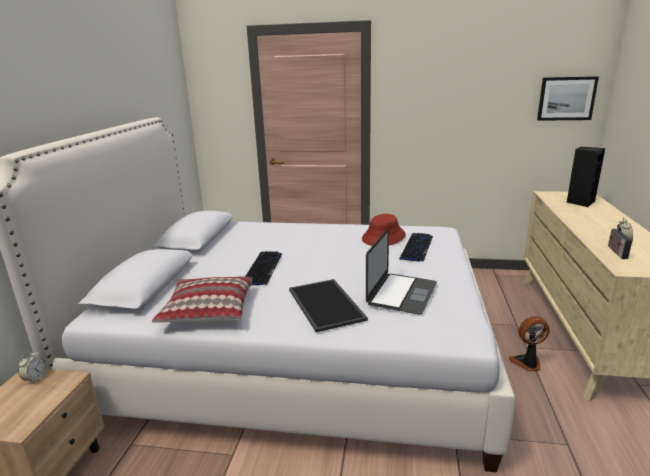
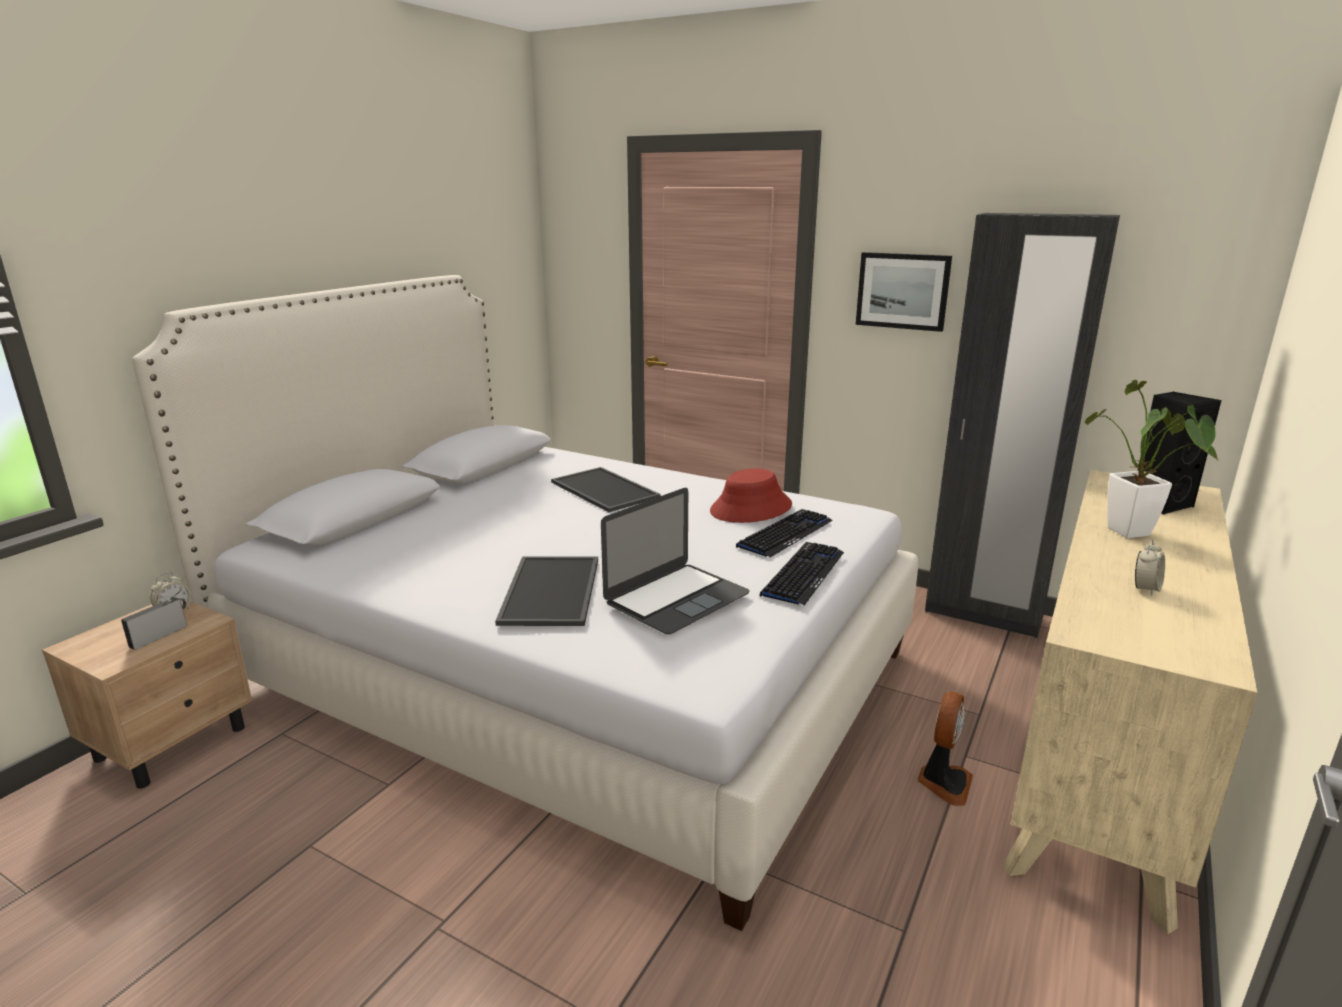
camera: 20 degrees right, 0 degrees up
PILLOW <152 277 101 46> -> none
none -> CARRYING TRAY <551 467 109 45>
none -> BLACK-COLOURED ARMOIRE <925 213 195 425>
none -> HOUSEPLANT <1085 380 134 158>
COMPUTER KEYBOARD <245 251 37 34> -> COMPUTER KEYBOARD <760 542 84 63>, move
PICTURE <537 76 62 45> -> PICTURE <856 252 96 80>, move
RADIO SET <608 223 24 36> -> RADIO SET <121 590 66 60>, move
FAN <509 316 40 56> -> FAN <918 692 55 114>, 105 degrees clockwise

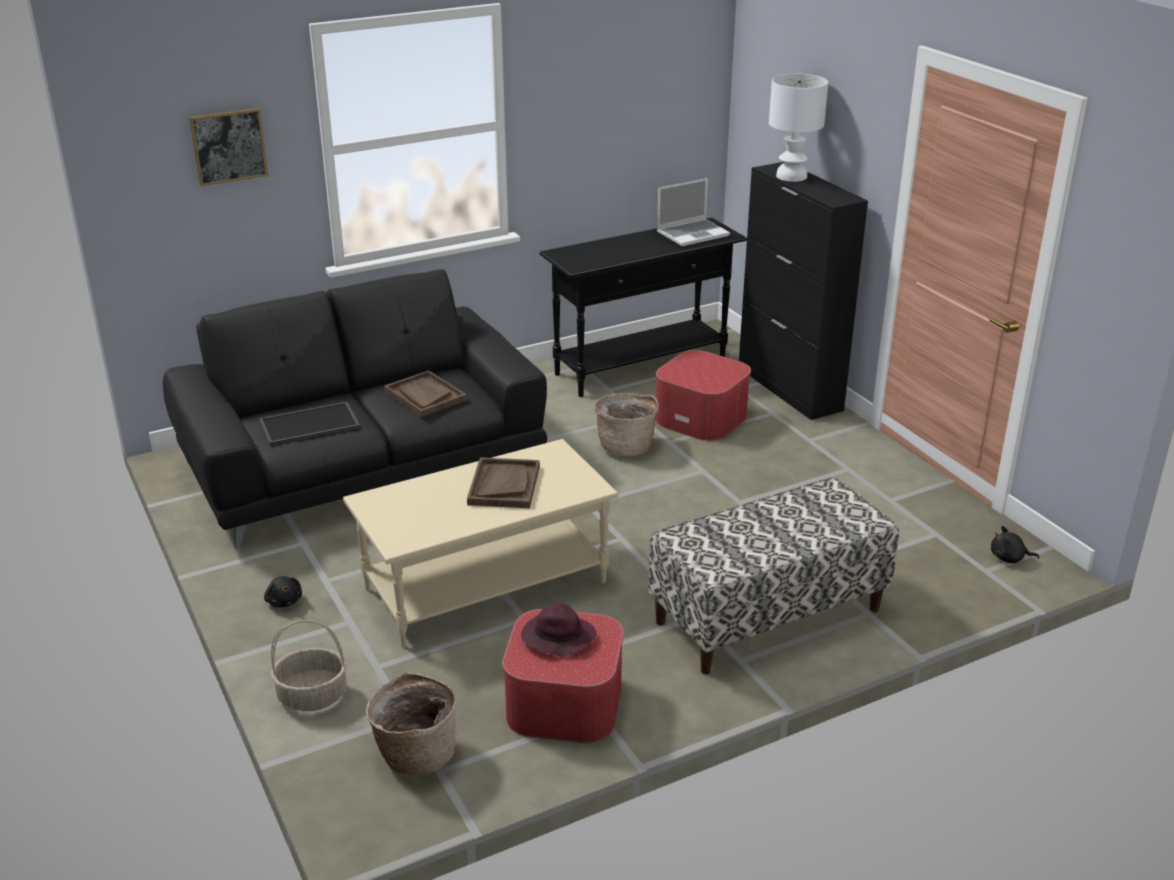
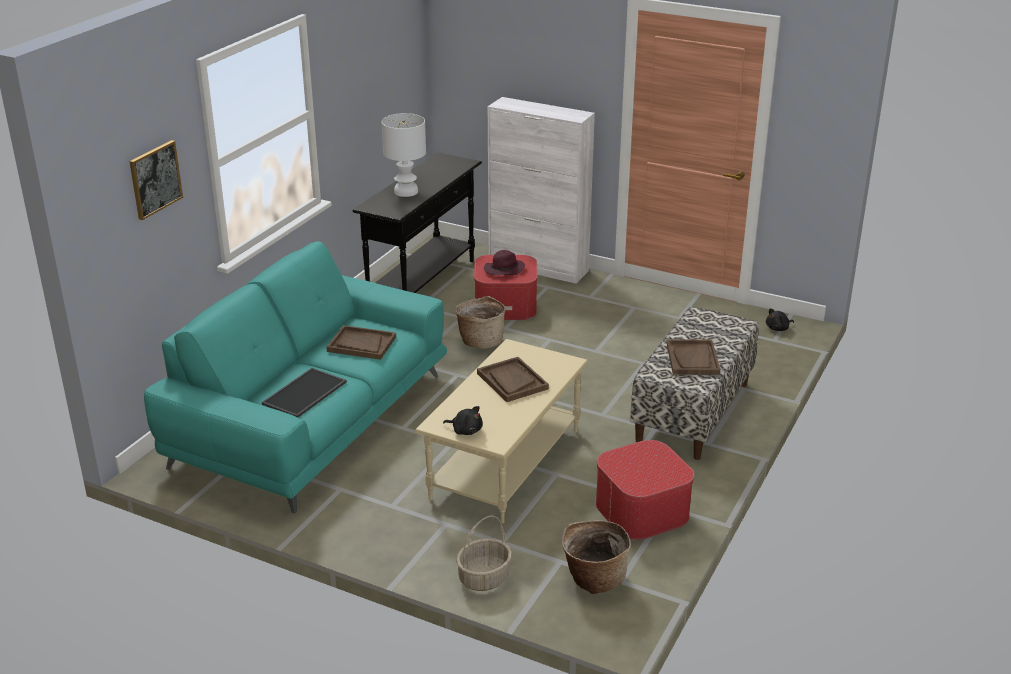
camera: 35 degrees left, 0 degrees up
LAPTOP <657 178 73 68> -> none
none -> BROWN CARRYING TRAY <667 339 53 36>
BLACK-COLOURED PLUSH TOY <264 576 38 32> -> BLACK-COLOURED PLUSH TOY <443 406 40 29>, move
PURPLE CLOTHING HAT <521 603 75 53> -> PURPLE CLOTHING HAT <484 250 41 25>, move
WHITE-COLOURED TABLE LAMP <769 74 59 108> -> WHITE-COLOURED TABLE LAMP <382 113 44 84>, move
BLACK-COLOURED COUCH <163 269 384 280> -> BLUE-GREEN COUCH <144 241 303 273>
BLACK-COLOURED CABINET <739 162 129 258> -> WHITE-COLOURED CABINET <488 97 107 187>

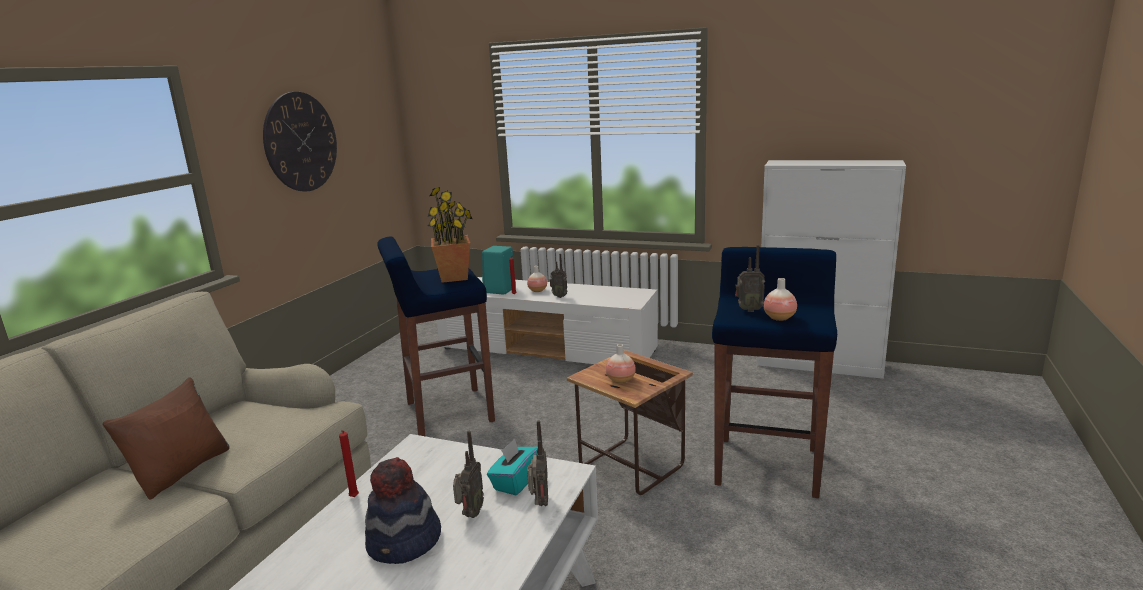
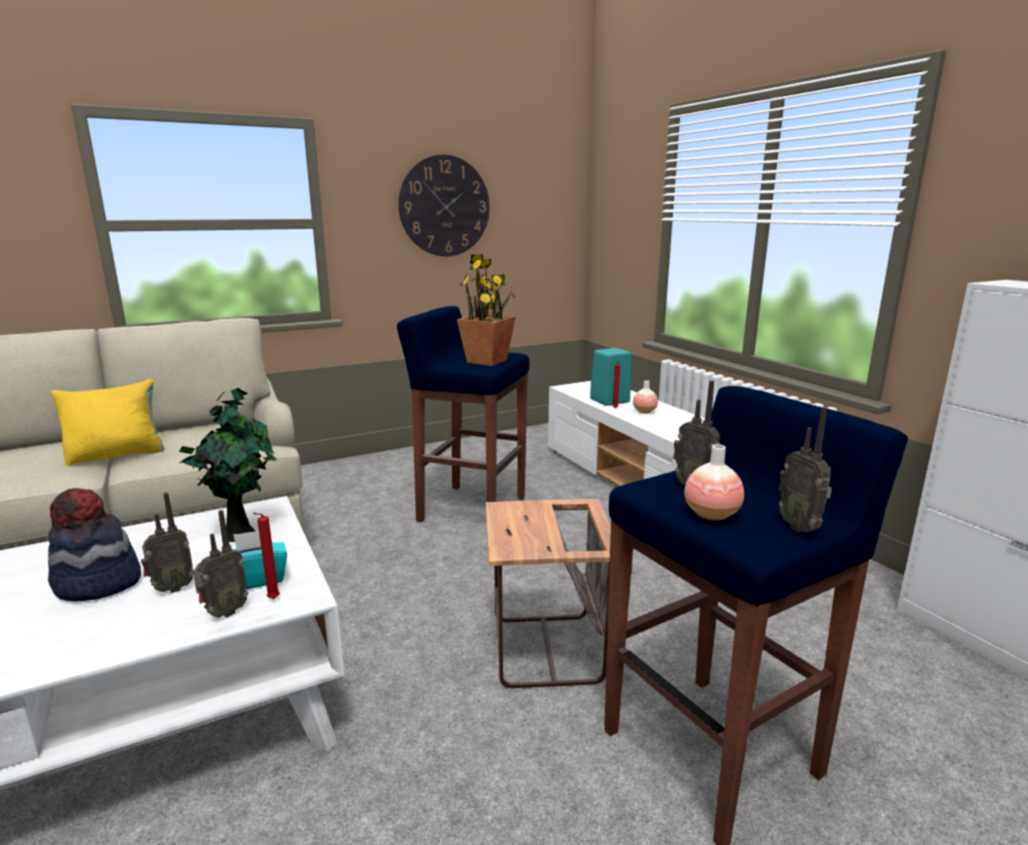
camera: 40 degrees right, 0 degrees up
FLOWER VASE <606 344 30 39> -> none
none -> HOUSEPLANT <179 388 99 154>
RED WAX CANDLE <339 430 20 67> -> RED WAX CANDLE <253 513 27 86>, move
RADIO SET <549 254 19 44> -> RADIO SET <778 407 54 126>, move
BROWN PILLOW <103 377 127 122> -> YELLOW PILLOW <51 379 113 87>

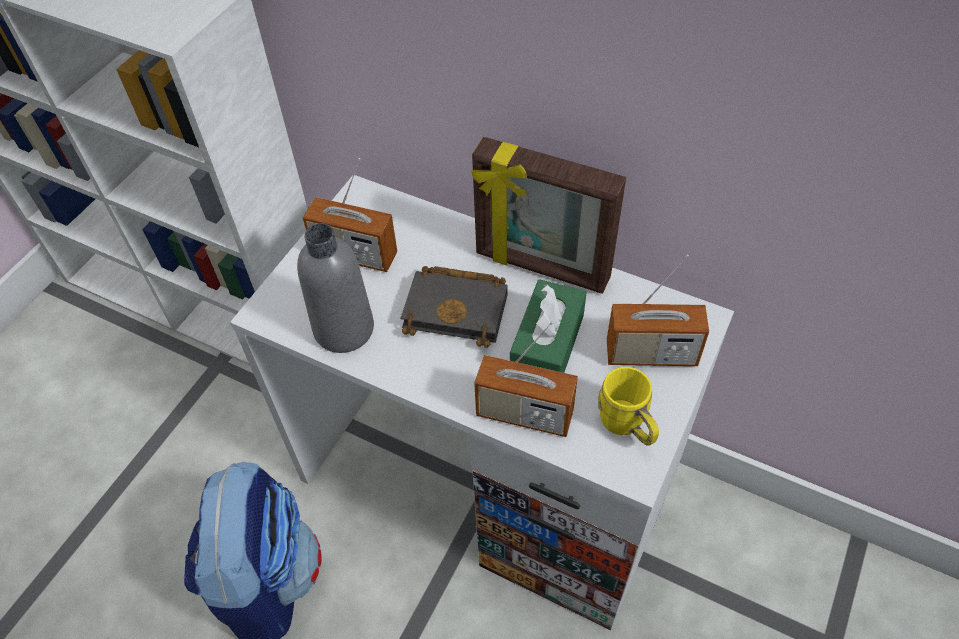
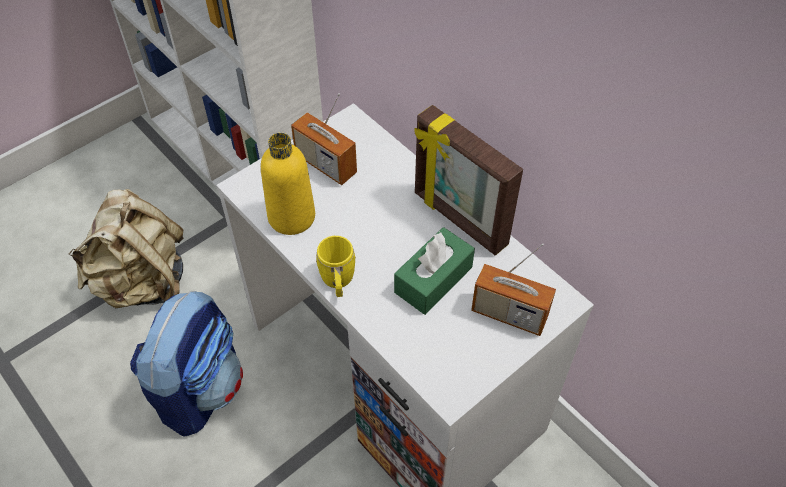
camera: 20 degrees right, 0 degrees up
BLACK-COLOURED VOLUME <400 266 108 82> -> none
RADIO SET <474 321 104 116> -> none
none -> SAND-COLOURED RUCKSACK <69 189 114 119>
YELLOW MUG <598 367 61 79> -> YELLOW MUG <316 236 40 61>, move
GRAY BOTTLE <297 223 77 130> -> YELLOW BOTTLE <261 133 54 102>

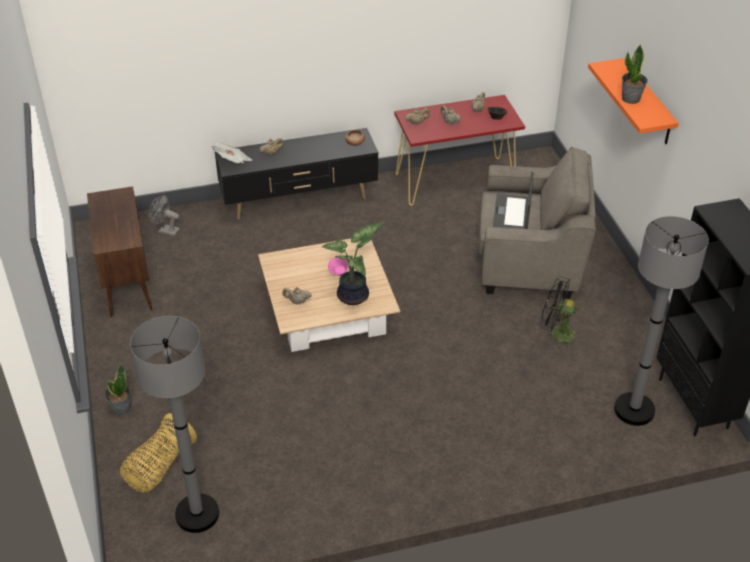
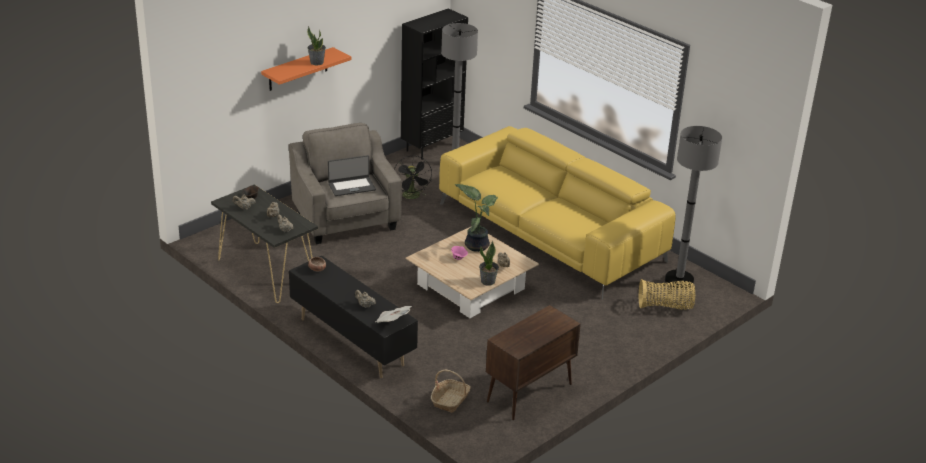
camera: 120 degrees left, 10 degrees down
none -> YELLOW COUCH <439 126 237 173>
HOUSEPLANT <105 363 26 52> -> HOUSEPLANT <479 241 20 45>, move
GRAY FAN <149 194 31 42> -> BASKET <431 369 40 44>
RED CONSOLE TABLE <395 95 130 111> -> BLACK-COLOURED CONSOLE TABLE <211 184 107 119>

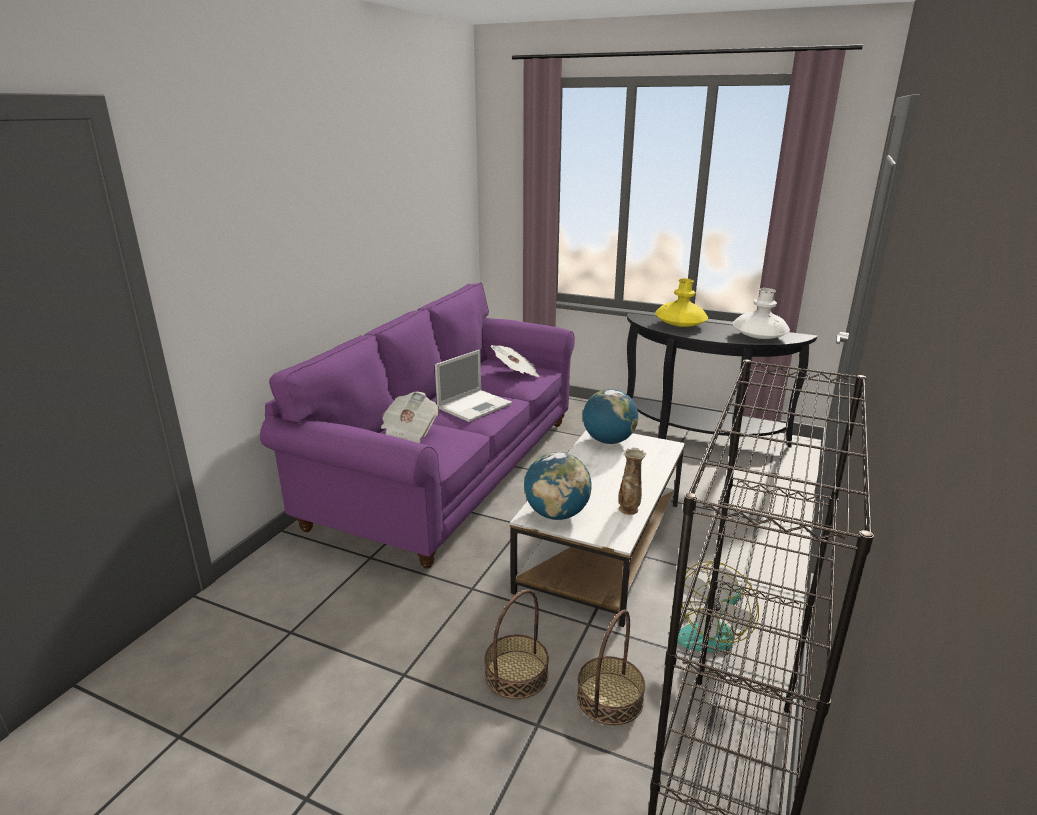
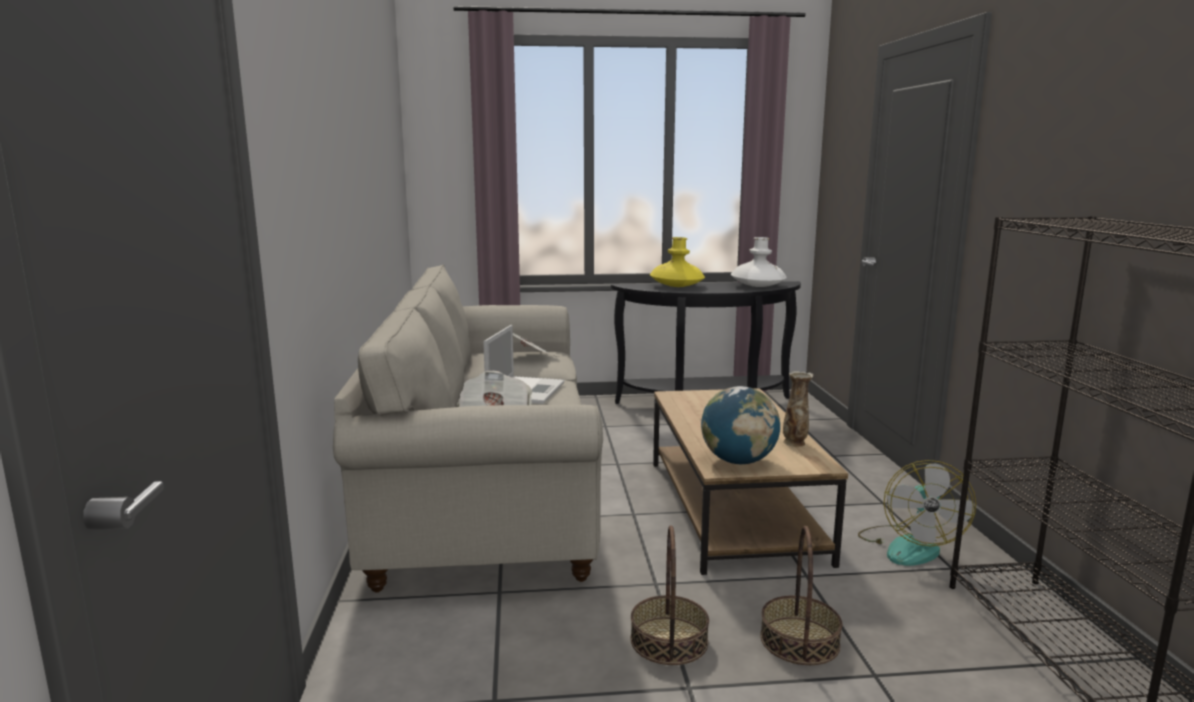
camera: 30 degrees left, 10 degrees down
WORLD GLOBE <583 389 55 55> -> none
BASKET <577 610 68 116> -> BASKET <631 525 78 140>, move
PURPLE COUCH <260 282 315 287> -> SAND-COLOURED COUCH <333 264 270 329>
WHITE-COLOURED LOUNGE TABLE <510 430 175 197> -> BROWN LOUNGE TABLE <653 388 195 187>

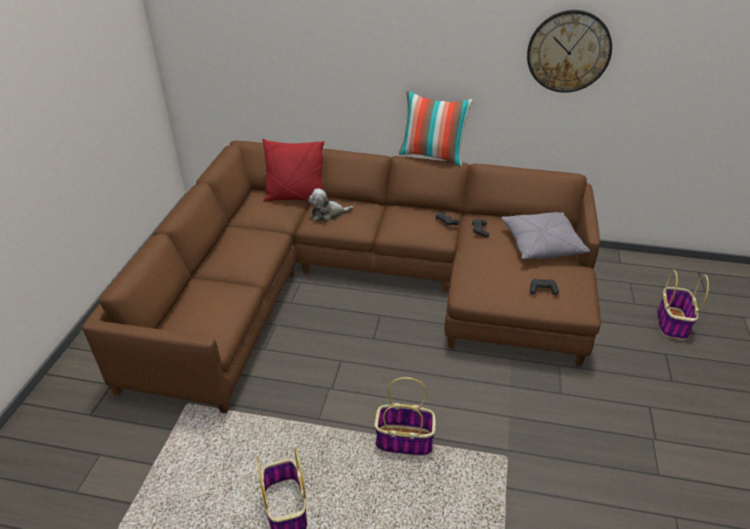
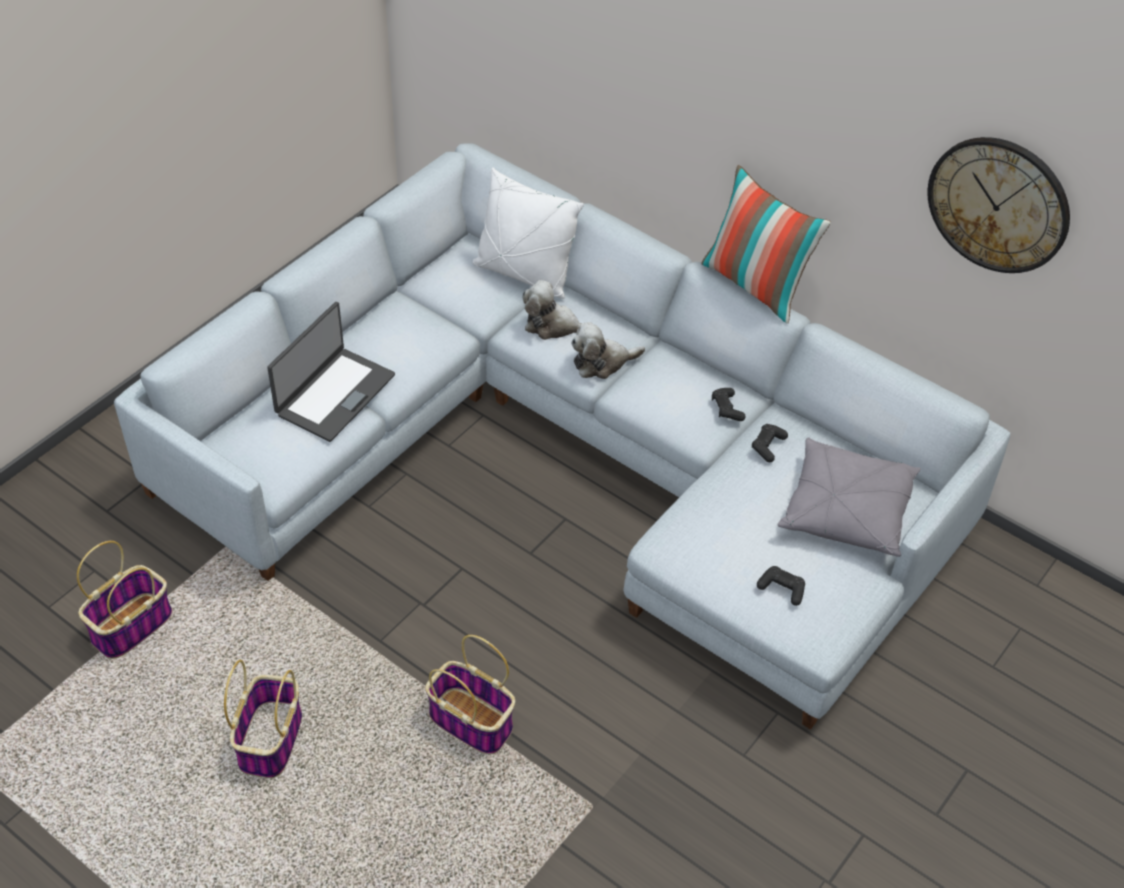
camera: 25 degrees right, 10 degrees up
none -> LAPTOP <267 302 128 140>
none -> PLUSH TOY <571 322 74 57>
BASKET <657 270 52 70> -> BASKET <77 541 95 118>, move
BROWN COUCH <83 141 518 272> -> GRAY COUCH <114 143 896 587>
RED PILLOW <262 139 62 63> -> WHITE-COLOURED PILLOW <472 168 112 131>

